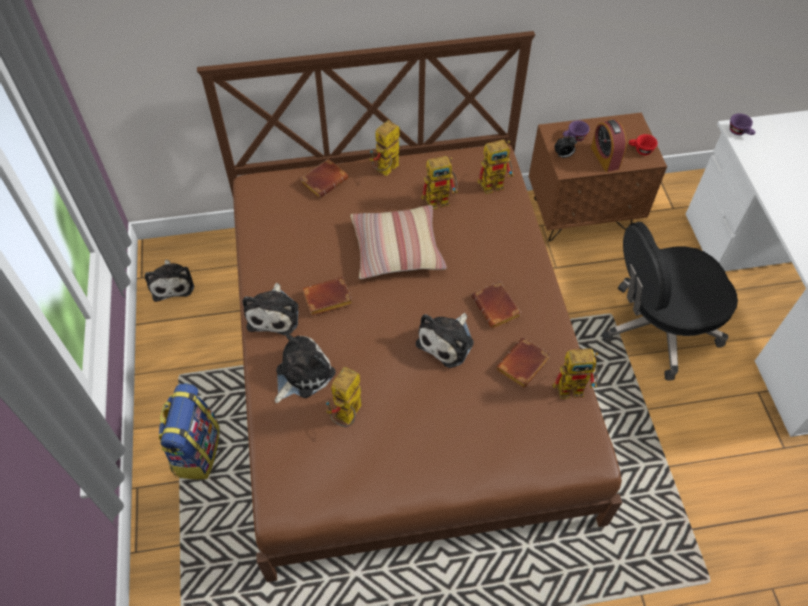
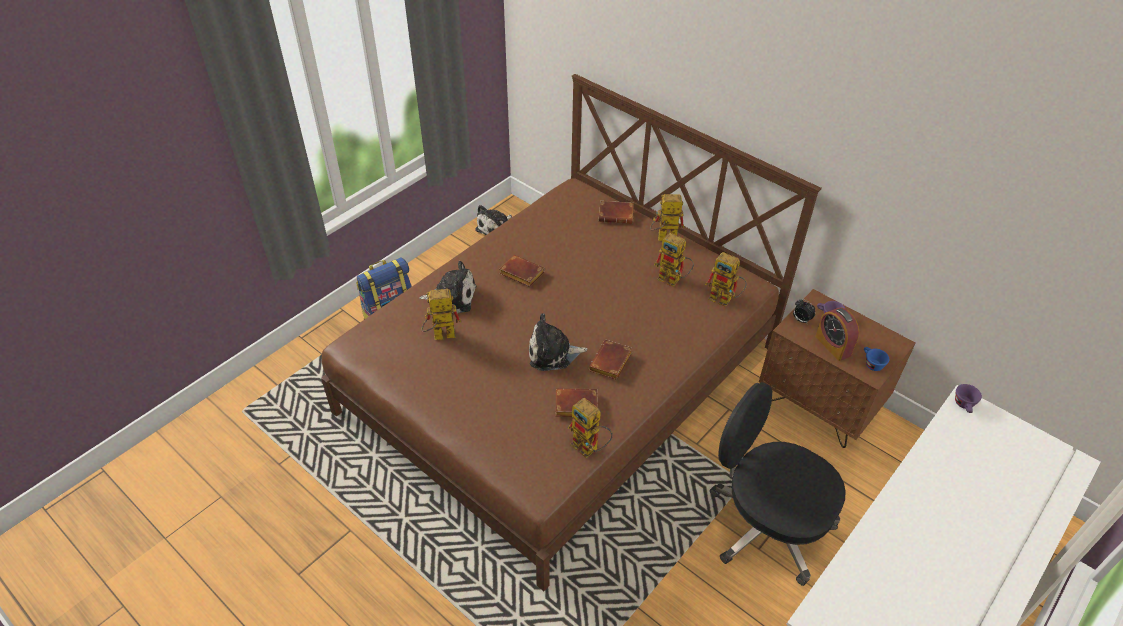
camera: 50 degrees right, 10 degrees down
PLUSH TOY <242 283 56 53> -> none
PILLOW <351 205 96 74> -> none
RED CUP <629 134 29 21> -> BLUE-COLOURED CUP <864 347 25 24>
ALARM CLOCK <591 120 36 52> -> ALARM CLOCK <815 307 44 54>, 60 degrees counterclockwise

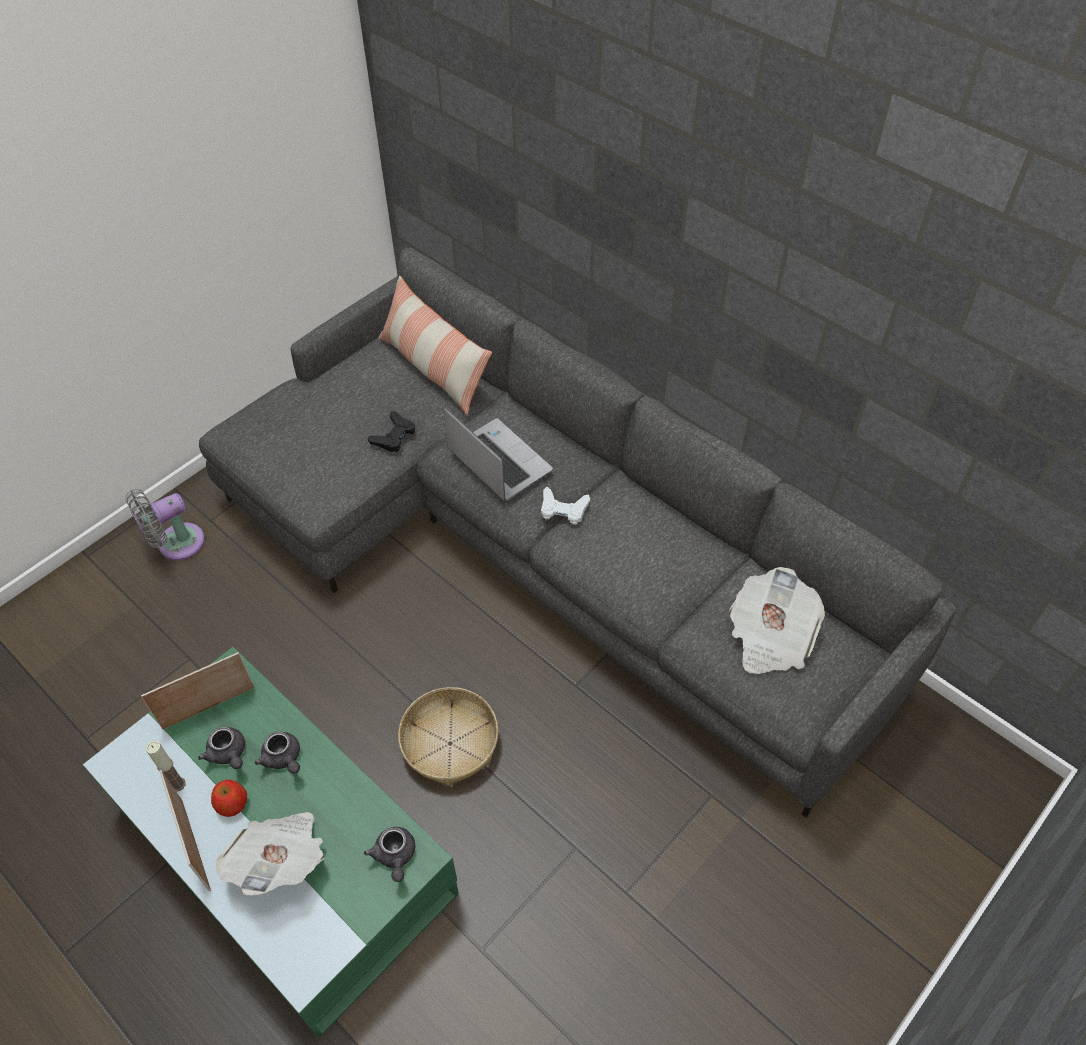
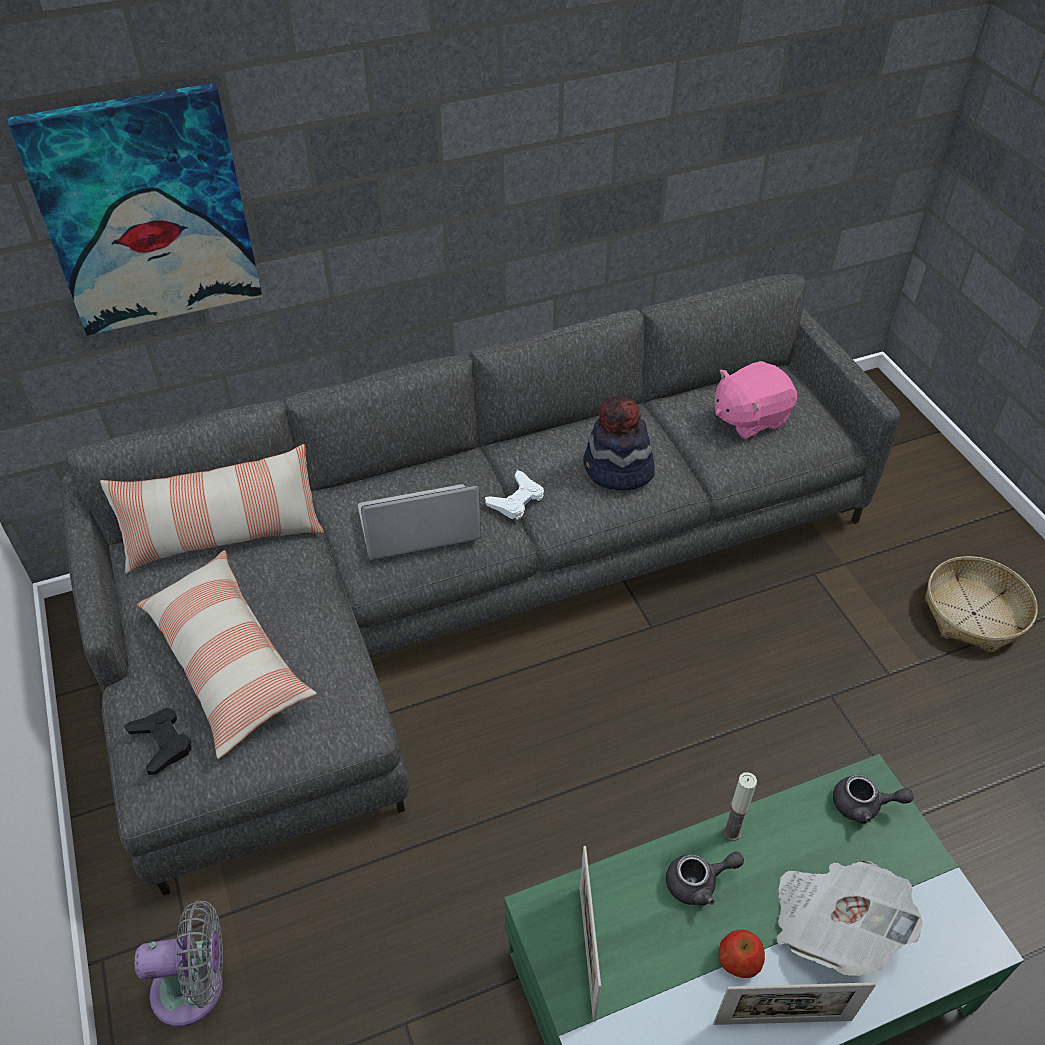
camera: 65 degrees left, 5 degrees down
GRAY TEAPOT <198 727 47 42> -> none
none -> PICTURE <7 83 255 252>
none -> PILLOW <137 550 180 209>
none -> CLOTHING HAT <583 396 72 94>
WAX CANDLE <145 740 41 51> -> WAX CANDLE <723 772 34 69>, move
BLACK-COLOURED GAMEPAD <367 411 48 41> -> BLACK-COLOURED GAMEPAD <124 707 68 68>, move
BASKET <398 687 101 100> -> BASKET <925 556 113 97>, move
DAILY PAPER <729 567 96 107> -> PINKISH PLUSH TOY <715 361 82 79>
GRAY FAN <125 489 80 71> -> GRAY FAN <134 900 89 127>, 90 degrees counterclockwise

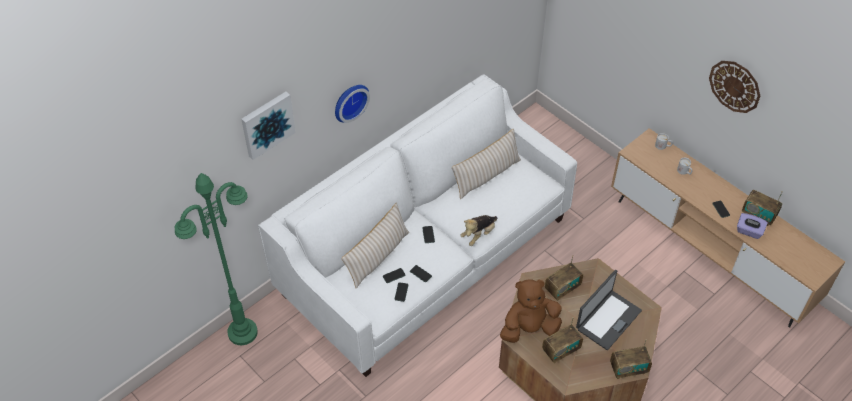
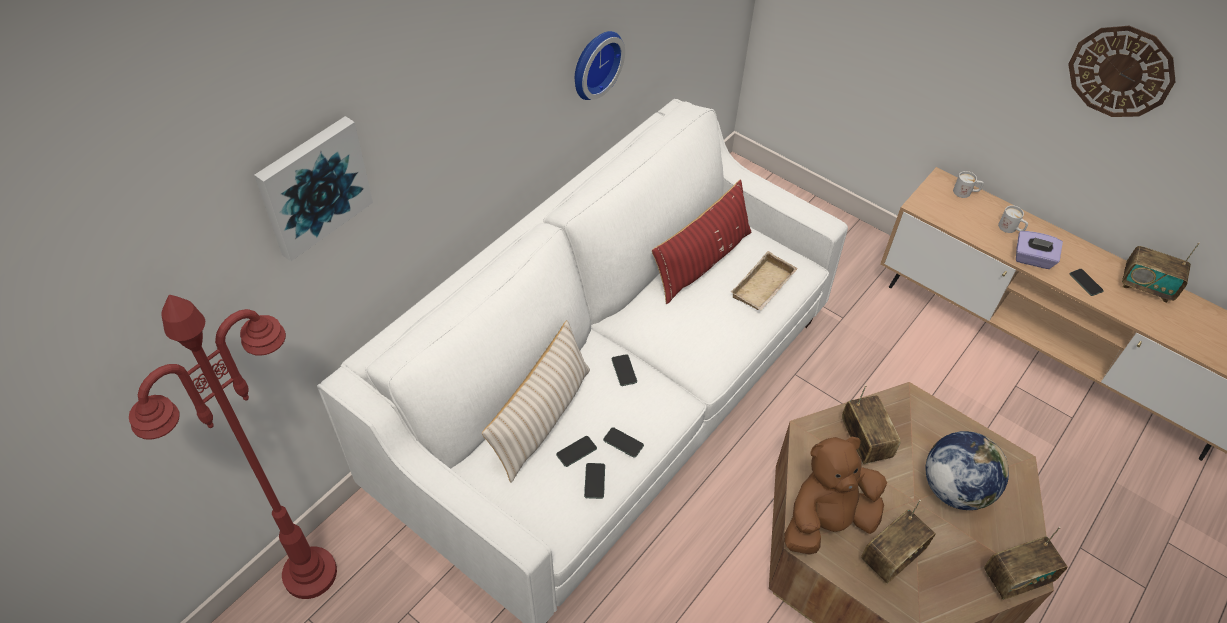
camera: 10 degrees left, 0 degrees up
PLUSH TOY <460 215 38 31> -> none
none -> SAND-COLOURED CARRYING TRAY <731 251 67 60>
WALL CLOCK <335 85 35 38> -> WALL CLOCK <575 31 50 69>, move
PURPLE TISSUE HOLDER <737 213 31 26> -> PURPLE TISSUE HOLDER <1016 231 47 38>, move
LAPTOP <576 270 66 80> -> WORLD GLOBE <925 431 84 79>
GREEN STANDING LAMP <175 173 83 172> -> RED STANDING LAMP <129 295 208 304>
SAND-COLOURED PILLOW <452 129 69 70> -> RED PILLOW <652 179 99 125>
RADIO SET <545 255 38 46> -> RADIO SET <842 385 59 79>, 60 degrees counterclockwise

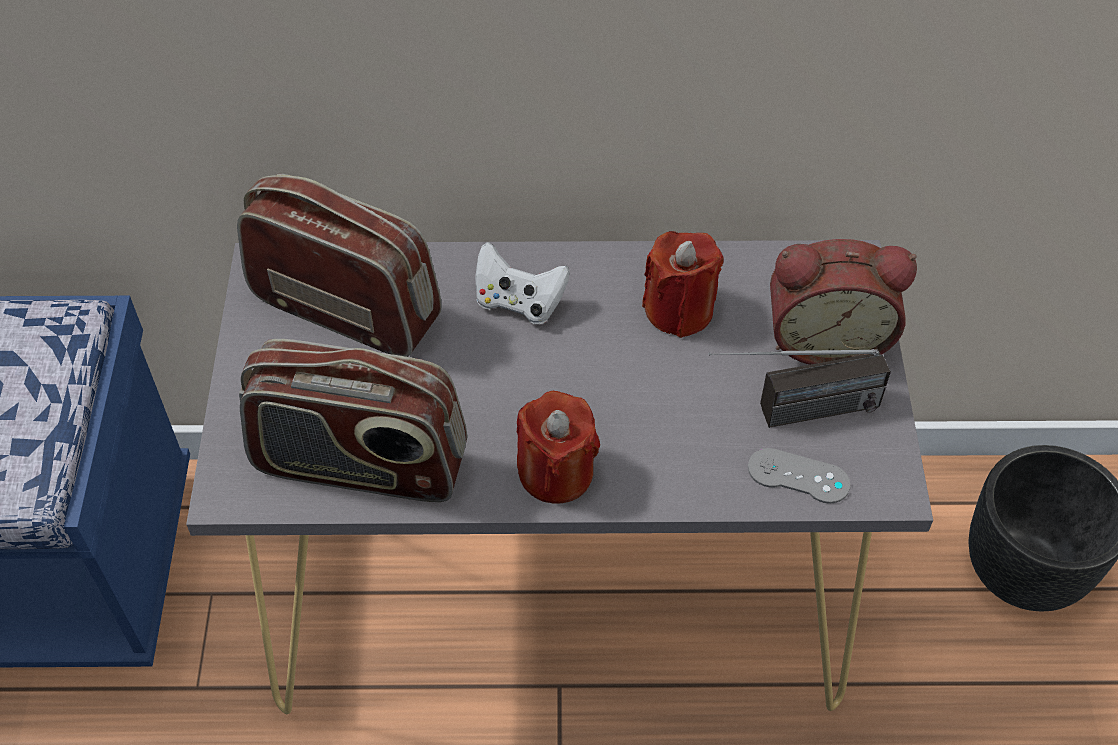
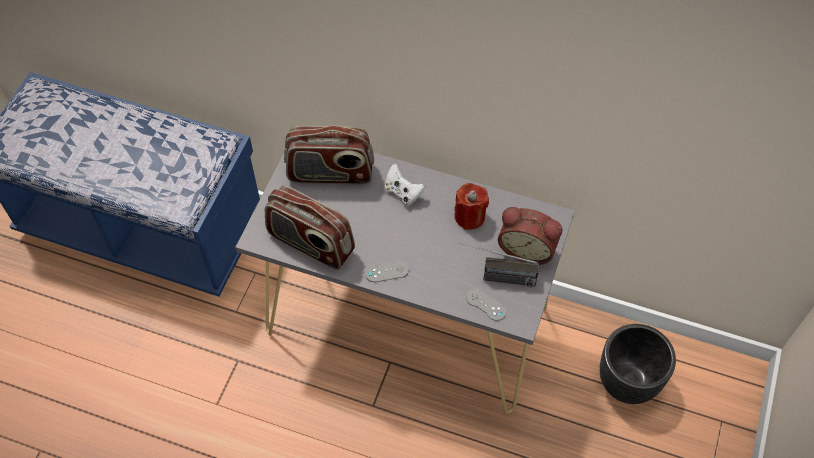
camera: 20 degrees right, 5 degrees up
RED WAX CANDLE <517 391 83 113> -> GRAY GAMEPAD <365 261 44 21>
RADIO SET <237 174 205 183> -> RADIO SET <284 125 90 59>, 135 degrees clockwise

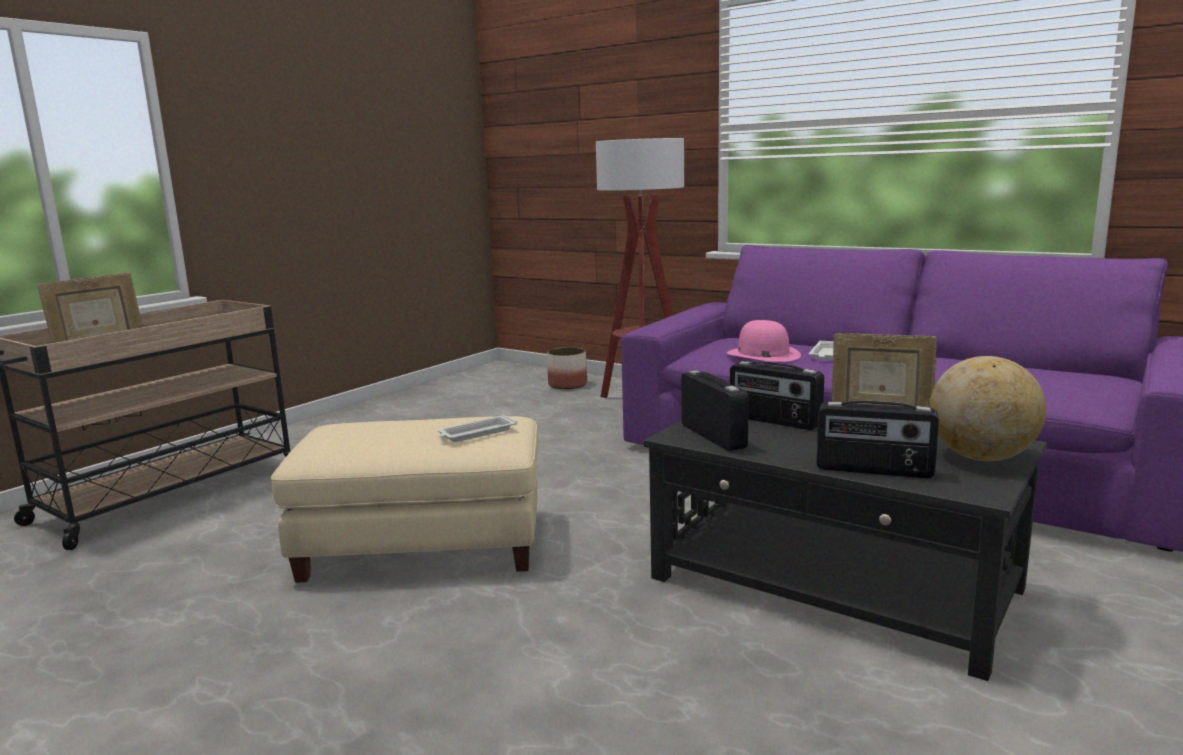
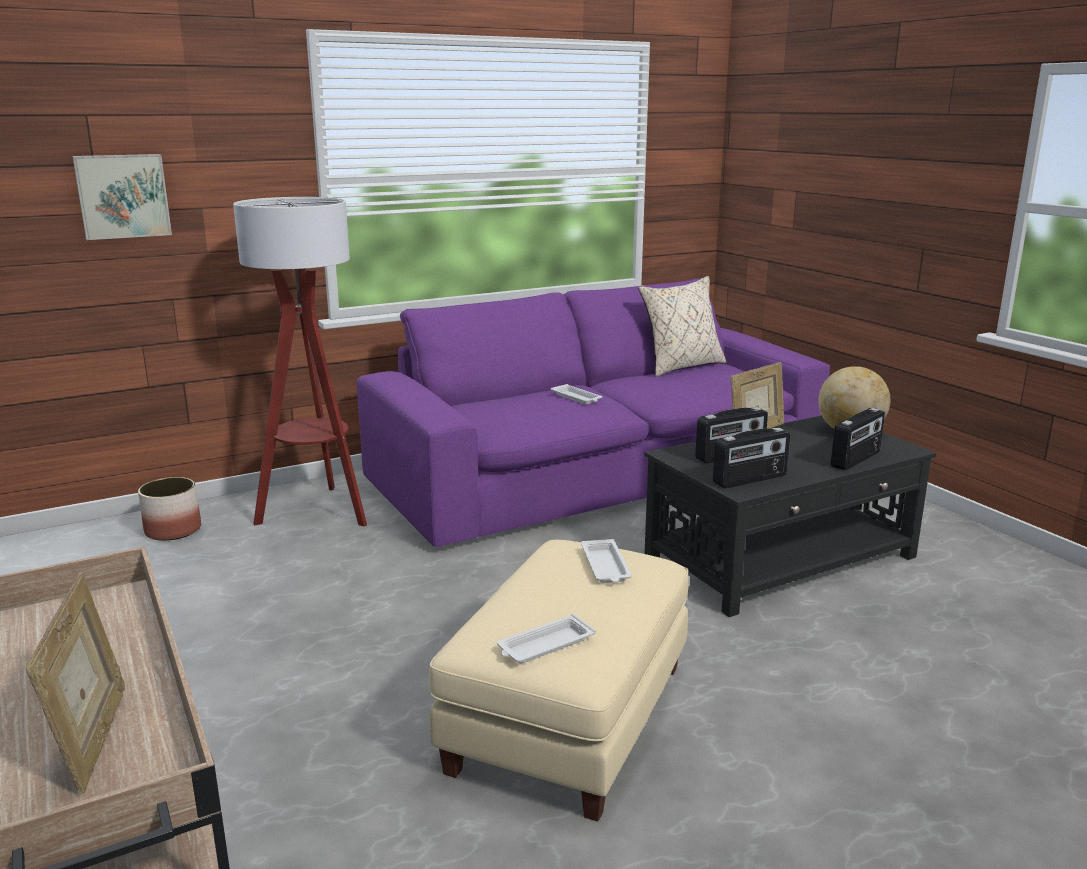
camera: 65 degrees left, 5 degrees up
PINKISH CLOTHING HAT <727 320 74 42> -> none
none -> PICTURE <72 154 100 86>
none -> WHITE-COLOURED CARRYING TRAY <497 614 99 49>
none -> SAND-COLOURED PILLOW <638 276 88 101>
RADIO SET <681 370 68 81> -> RADIO SET <713 427 77 61>, 150 degrees clockwise

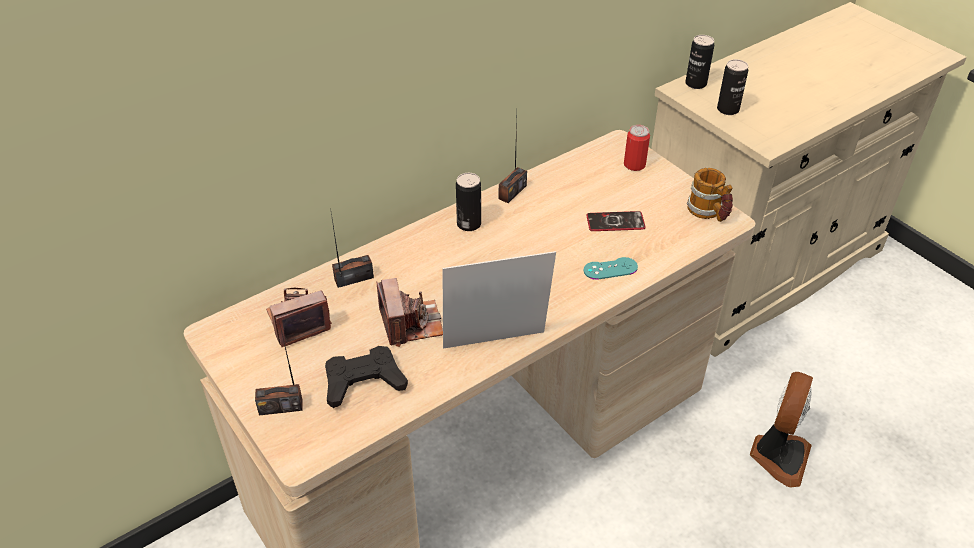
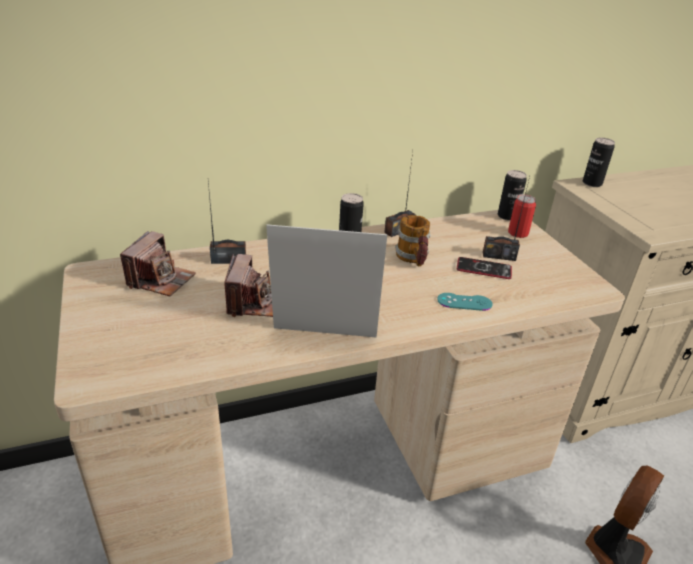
camera: 15 degrees right, 10 degrees down
BLACK-COLOURED GAMEPAD <325 346 83 62> -> none
RADIO SET <255 322 47 94> -> RADIO SET <483 177 47 84>, move
MUG <687 168 46 54> -> MUG <395 215 36 52>, move
METAL CAN <717 59 31 56> -> METAL CAN <498 170 29 51>, move
PHOTO CAMERA <266 288 66 59> -> PHOTO CAMERA <120 231 76 65>, 120 degrees clockwise

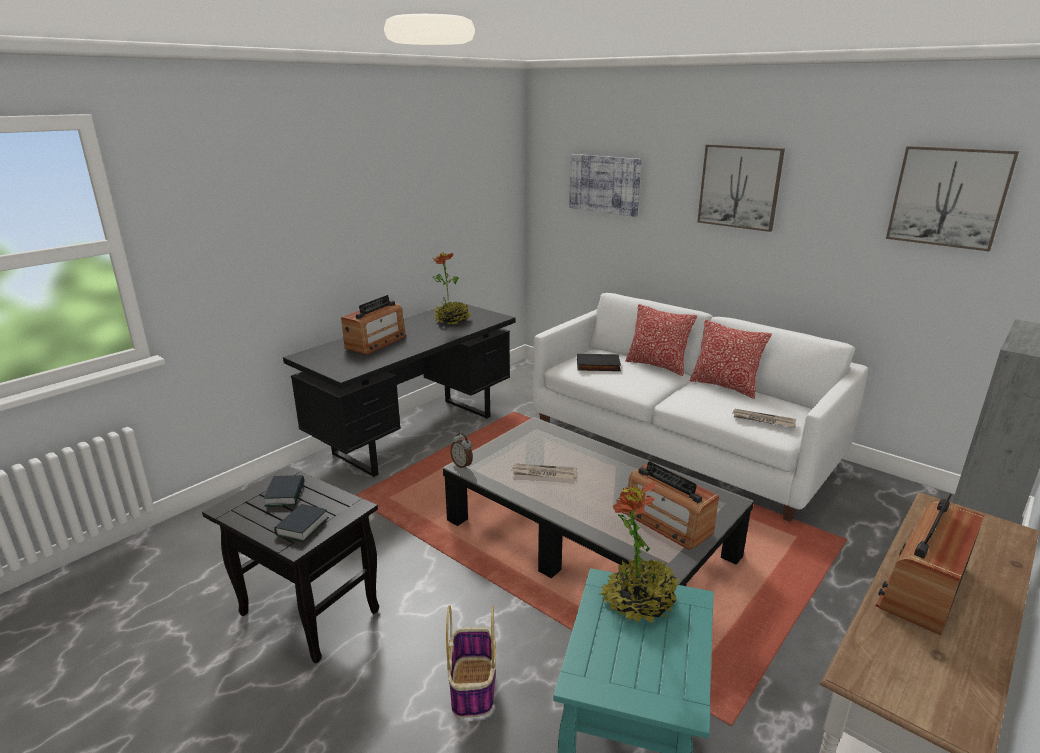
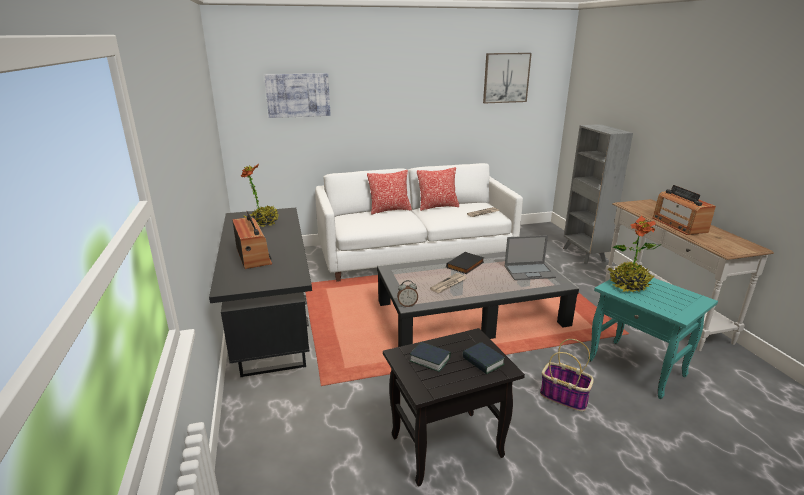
camera: 55 degrees left, 0 degrees up
PICTURE <697 144 88 88> -> none
BLACK-COLOURED VOLUME <577 354 44 17> -> BLACK-COLOURED VOLUME <446 252 39 22>, move
RADIO SET <625 461 94 89> -> LAPTOP <505 235 51 45>

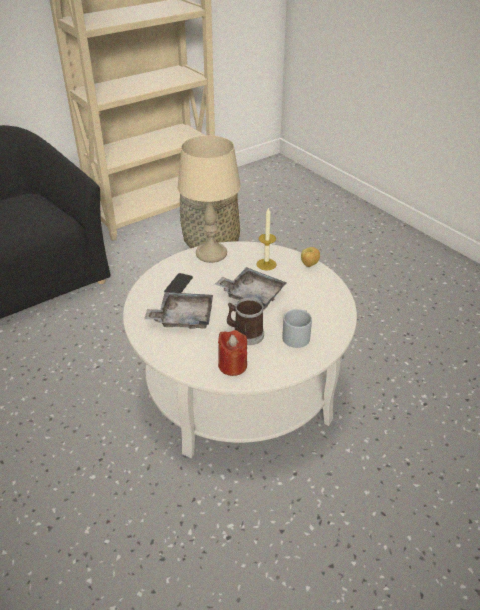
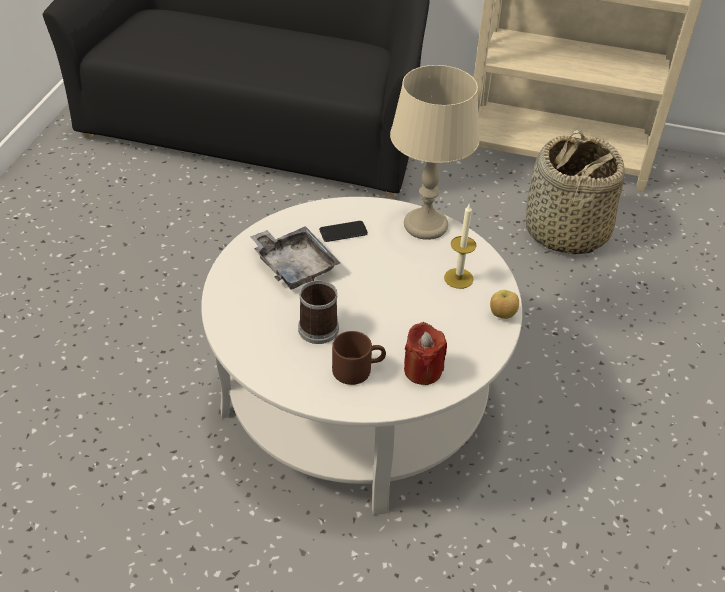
camera: 50 degrees right, 5 degrees up
GRAY CARRYING TRAY <215 267 72 42> -> none
RED WAX CANDLE <218 330 29 46> -> RED WAX CANDLE <404 322 43 63>, move
GRAY MUG <282 309 30 39> -> BROWN MUG <332 331 54 54>

